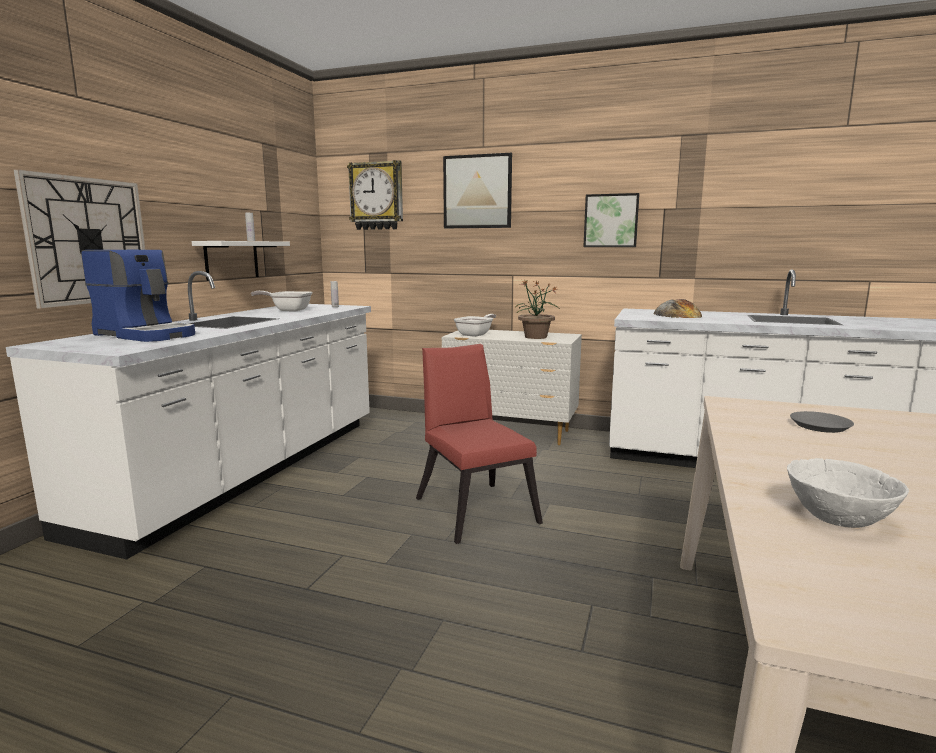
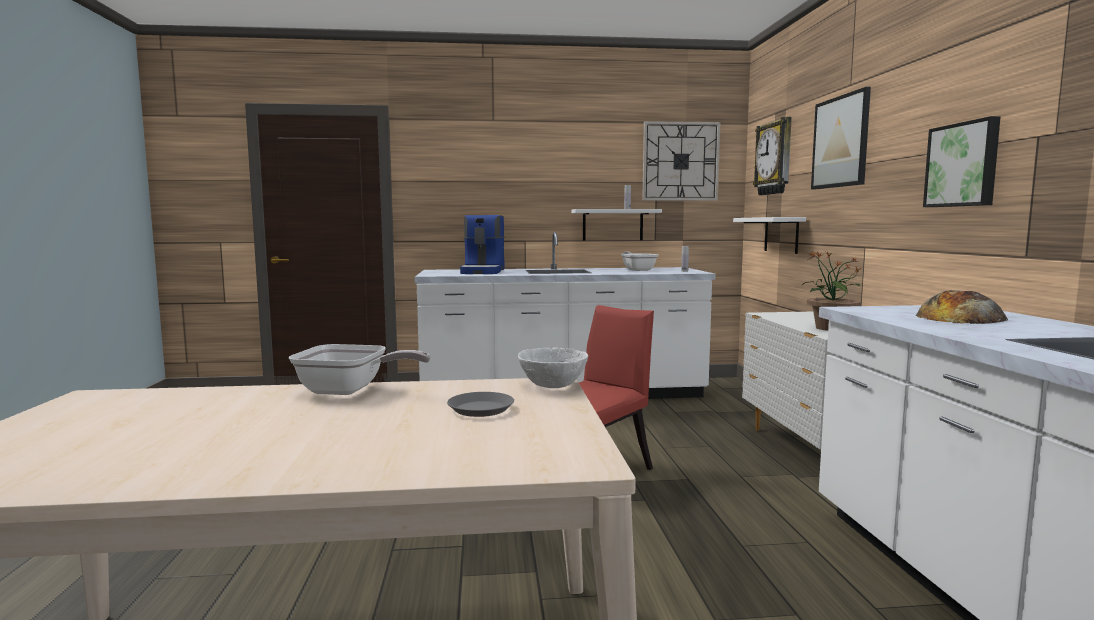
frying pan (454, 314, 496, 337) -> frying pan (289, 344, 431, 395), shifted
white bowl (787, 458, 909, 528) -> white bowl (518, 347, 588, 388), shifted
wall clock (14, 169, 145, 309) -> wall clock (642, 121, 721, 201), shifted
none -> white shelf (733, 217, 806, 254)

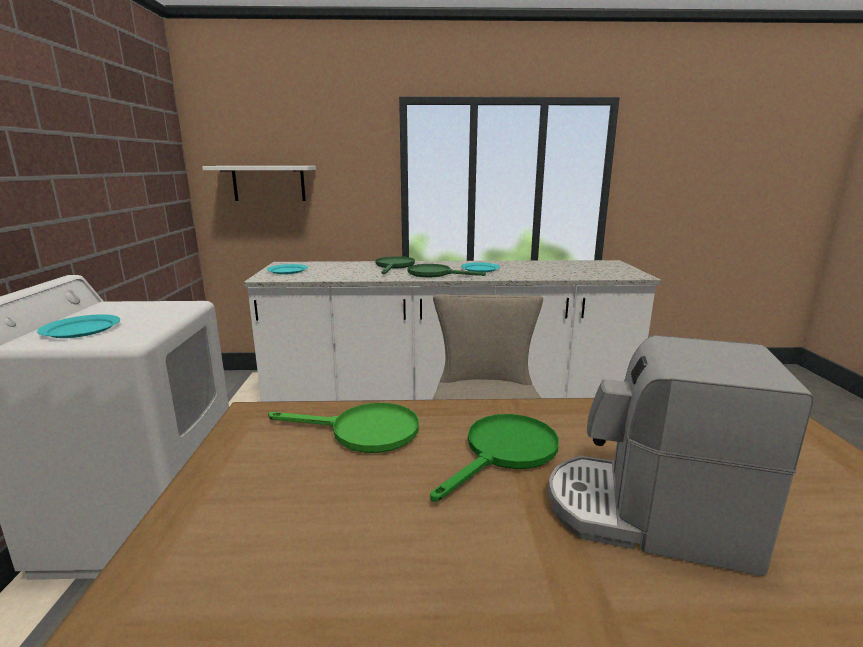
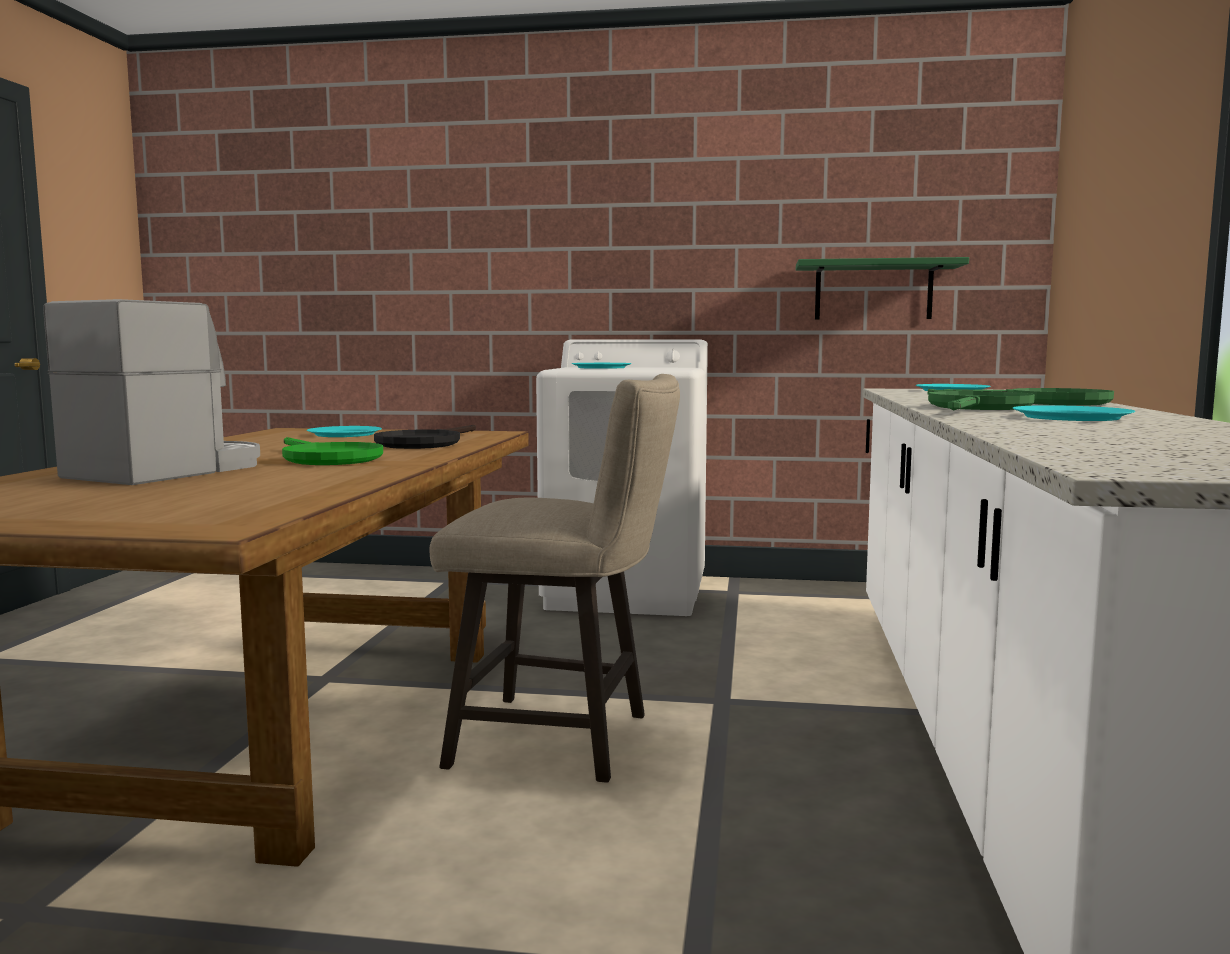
none -> turquoise plate (307, 426, 382, 437)
green frying pan (268, 403, 419, 453) -> black frying pan (374, 425, 476, 449)
none -> green shelf (796, 257, 969, 319)
white shelf (202, 166, 316, 201) -> none

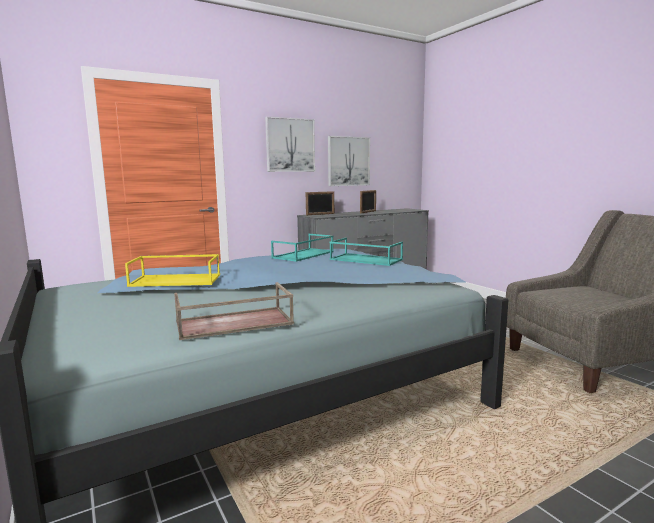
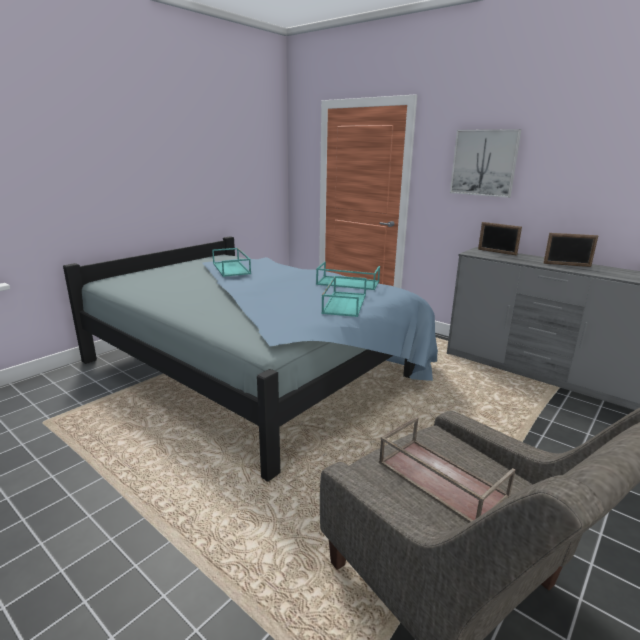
yellow tray (125, 254, 220, 287) -> turquoise tray (212, 248, 251, 277)
brown tray (174, 282, 294, 340) -> brown tray (379, 417, 515, 523), shifted
picture (328, 136, 370, 186) -> none

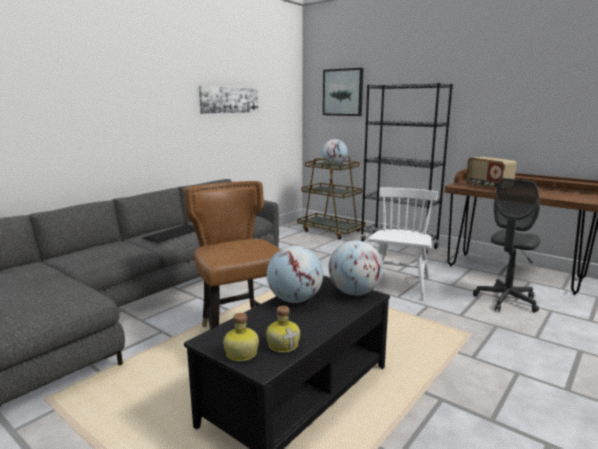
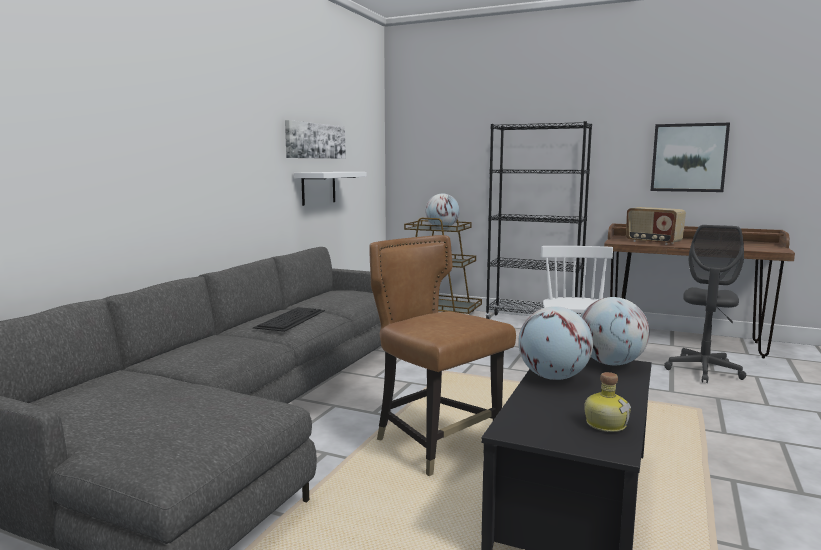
none -> white shelf (294, 172, 367, 206)
picture (323, 68, 363, 116) -> picture (651, 123, 730, 192), shifted
bottle (223, 313, 259, 361) -> none

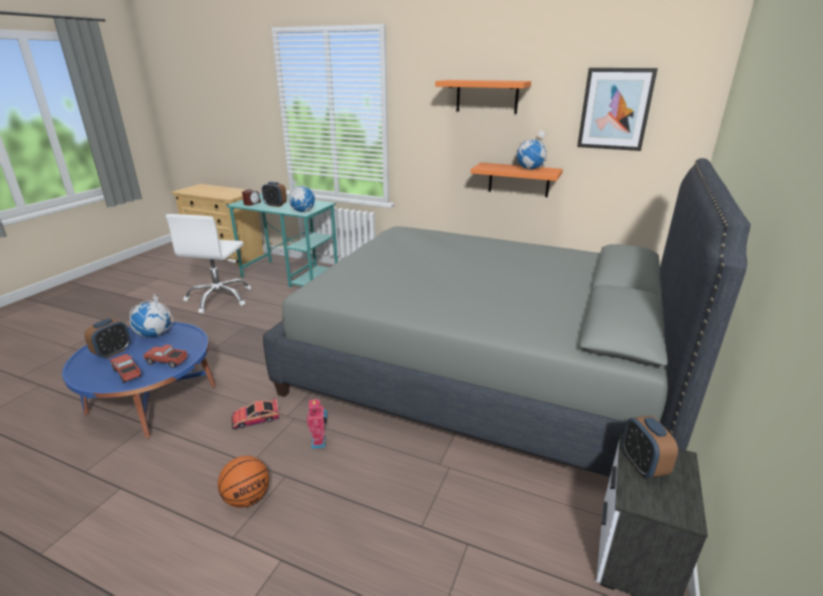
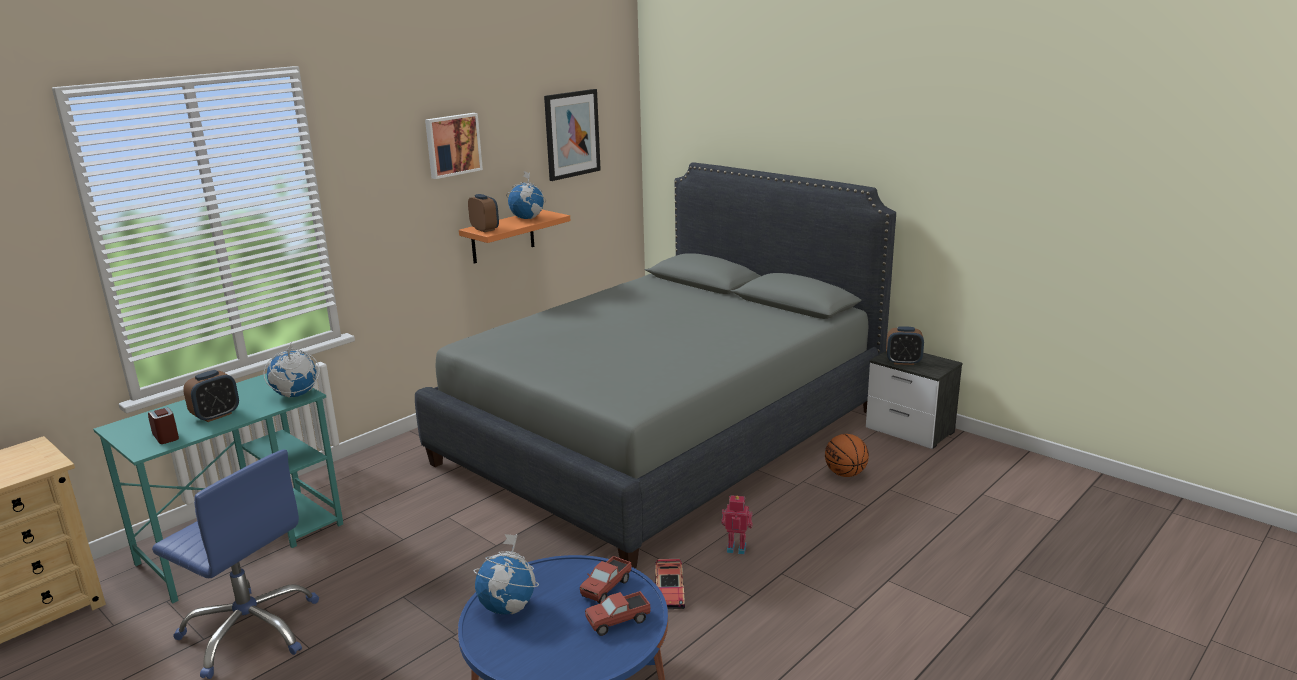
white office chair (166, 214, 251, 313) -> blue office chair (152, 450, 319, 679)
orange shelf (435, 80, 531, 114) -> picture (425, 113, 483, 179)
alarm clock (84, 318, 130, 359) -> alarm clock (468, 194, 499, 232), shifted
basketball (218, 456, 269, 508) -> basketball (825, 434, 869, 477), shifted

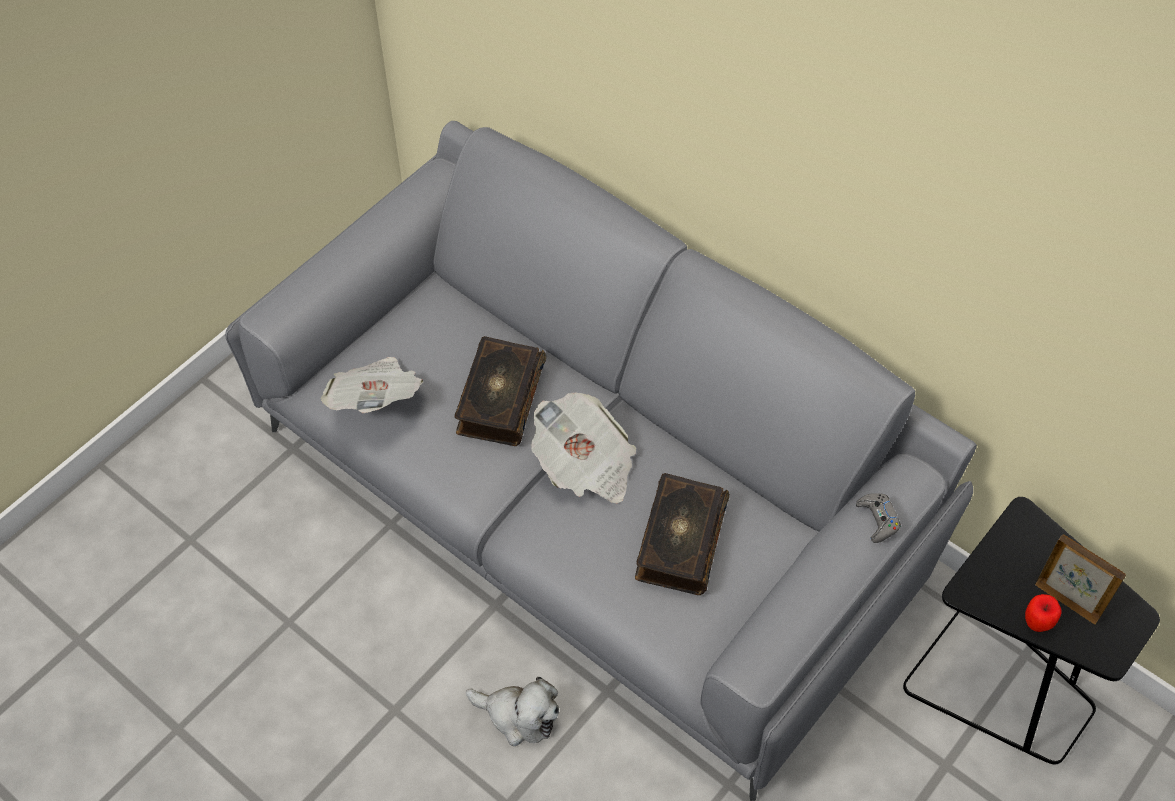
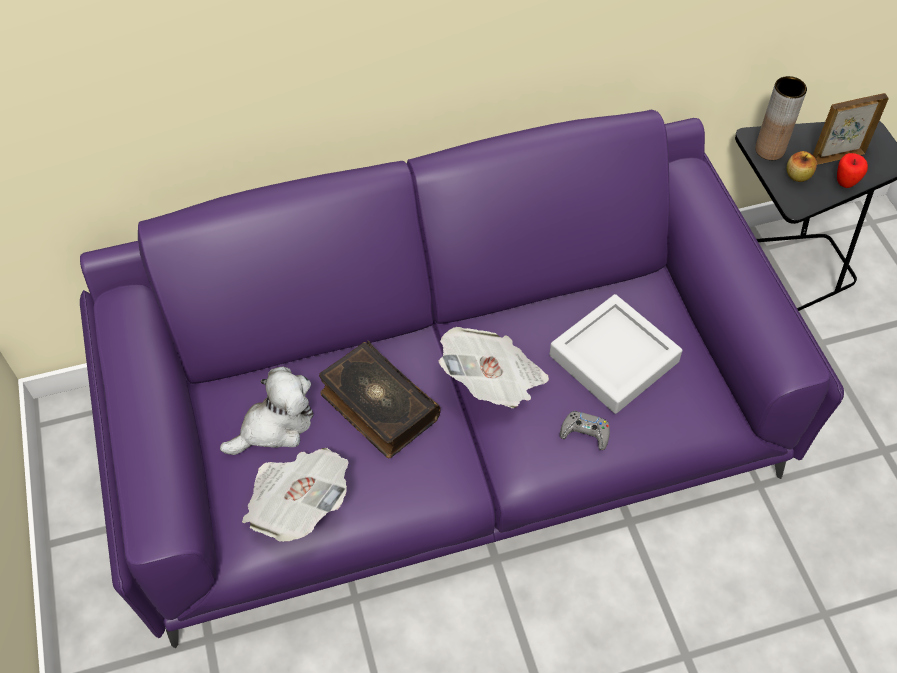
grey sofa (225, 121, 977, 801) -> purple sofa (80, 110, 844, 648)
plush toy (466, 677, 559, 746) -> plush toy (220, 367, 313, 455), shifted
book (635, 473, 730, 595) -> grey tray (549, 294, 683, 414)
grey game controller (856, 493, 901, 543) -> grey game controller (560, 411, 610, 450), shifted
none -> brown vase (755, 76, 807, 160)
none -> apple (787, 151, 817, 182)

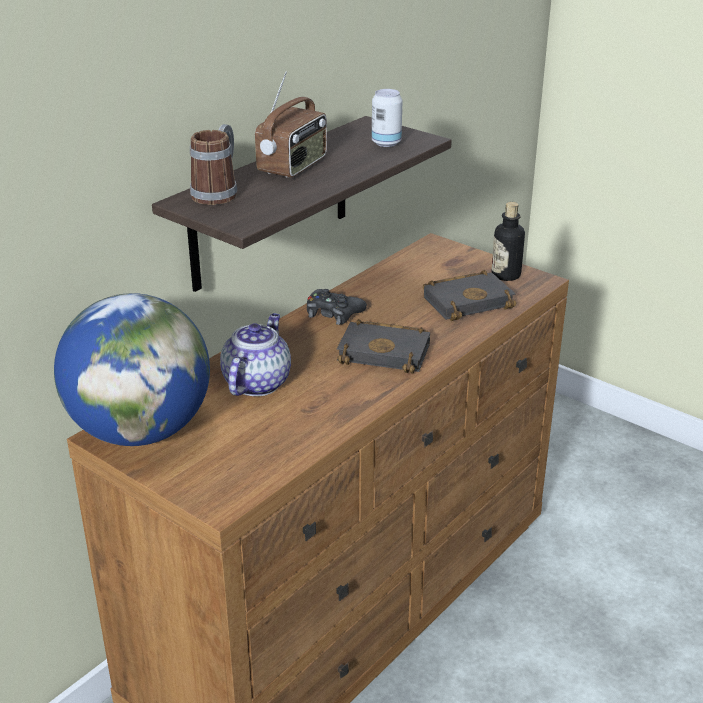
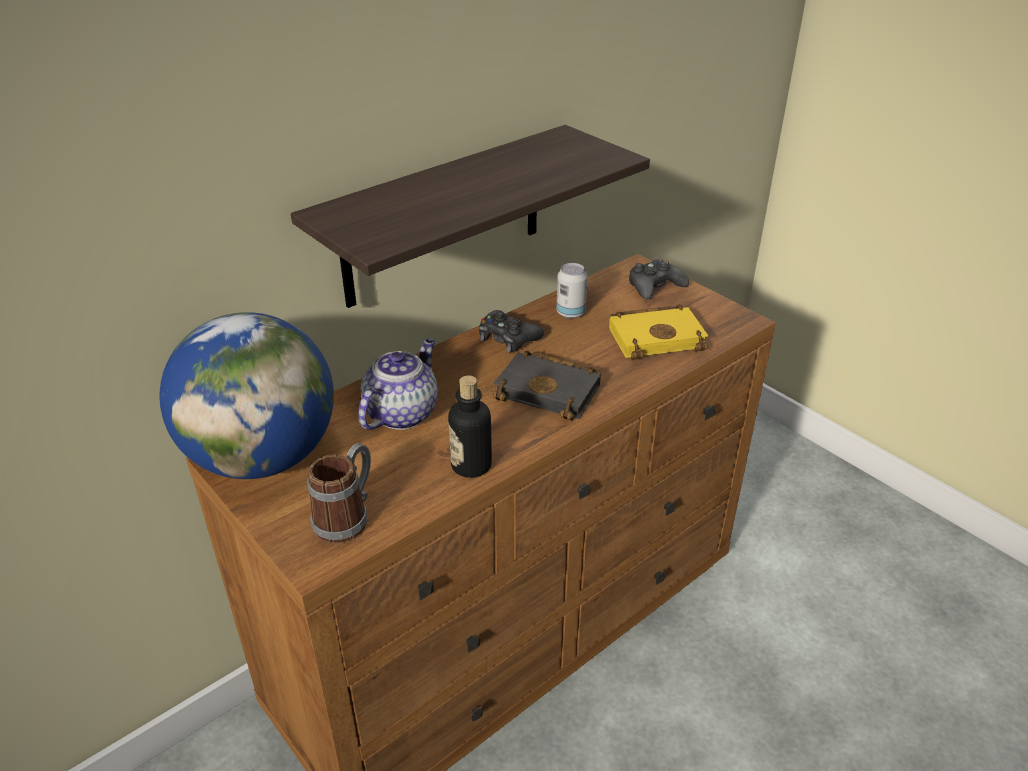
mug (190, 124, 237, 205) -> mug (307, 443, 371, 543), shifted
bottle (491, 202, 525, 281) -> bottle (448, 375, 492, 478), shifted
can (372, 89, 402, 147) -> can (557, 263, 588, 319), shifted
black book (423, 270, 516, 321) -> yellow book (609, 304, 708, 360)
none -> black game controller (629, 259, 689, 300)
radio (255, 71, 327, 178) -> none

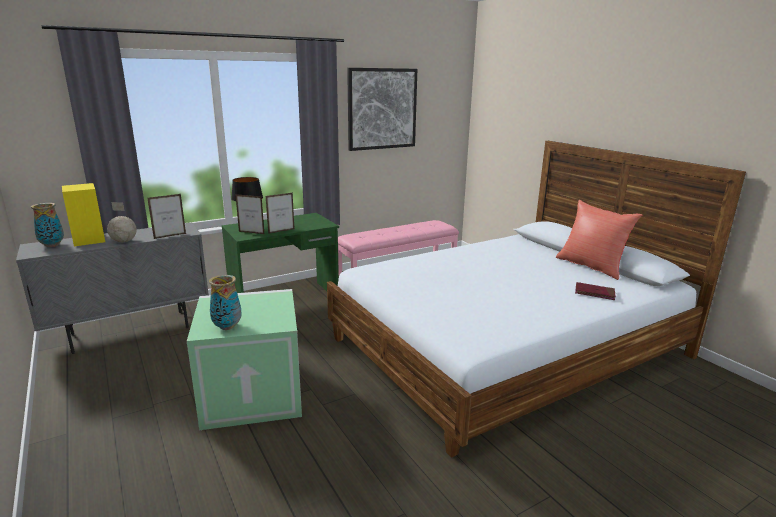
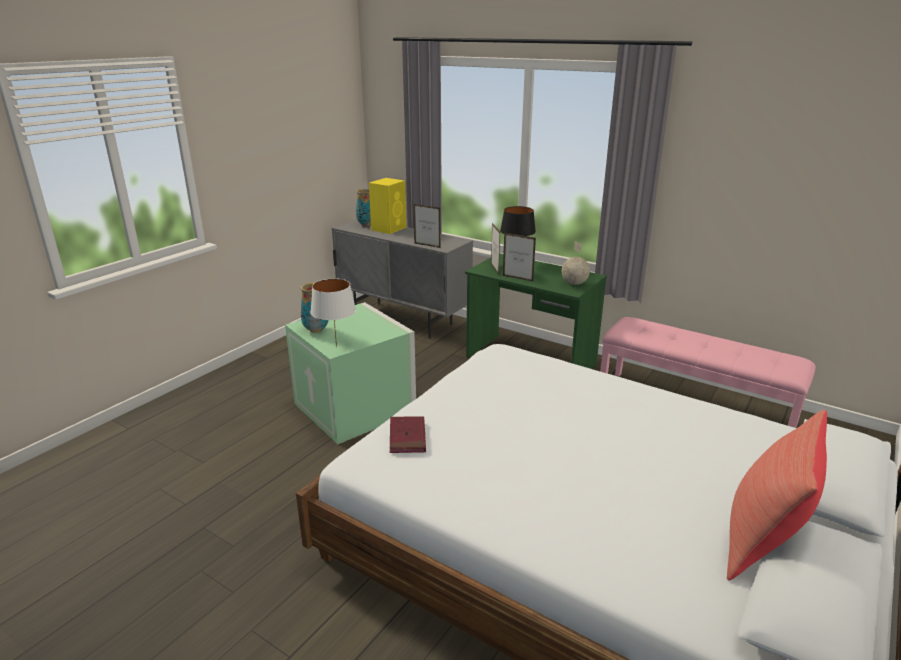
none -> white table lamp (310, 278, 356, 347)
red book (575, 282, 616, 300) -> red book (390, 416, 426, 453), shifted
globe (107, 202, 137, 242) -> globe (562, 241, 590, 285), shifted
picture (347, 68, 417, 151) -> none

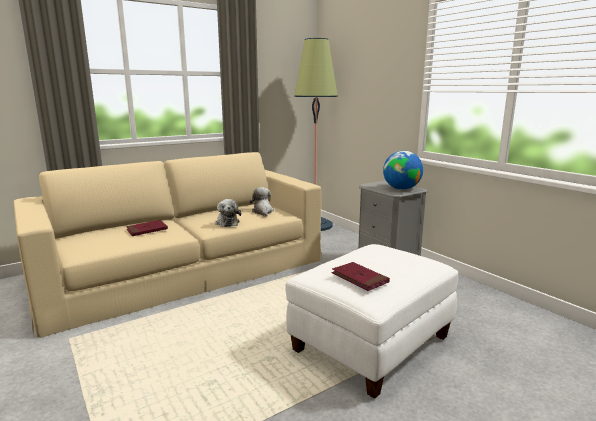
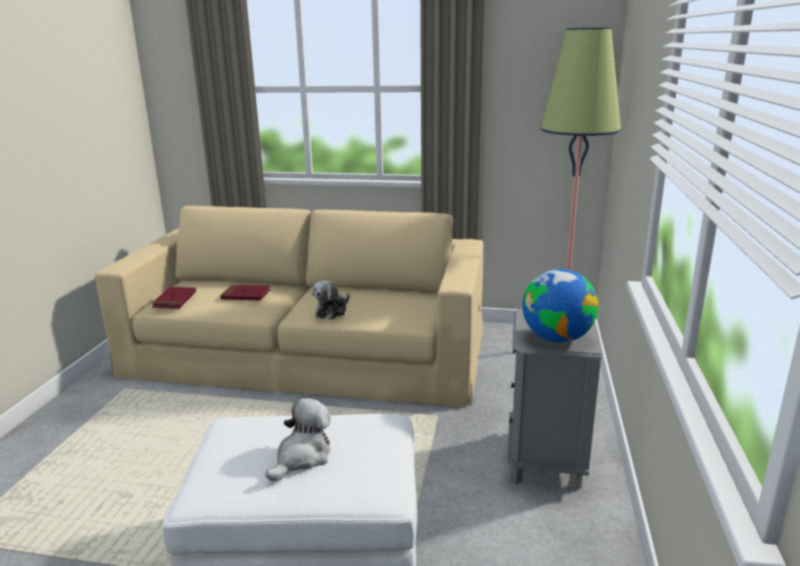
red book (331, 262, 390, 291) -> red book (152, 287, 196, 309), shifted
plush toy (250, 187, 274, 217) -> plush toy (266, 398, 331, 481), shifted

